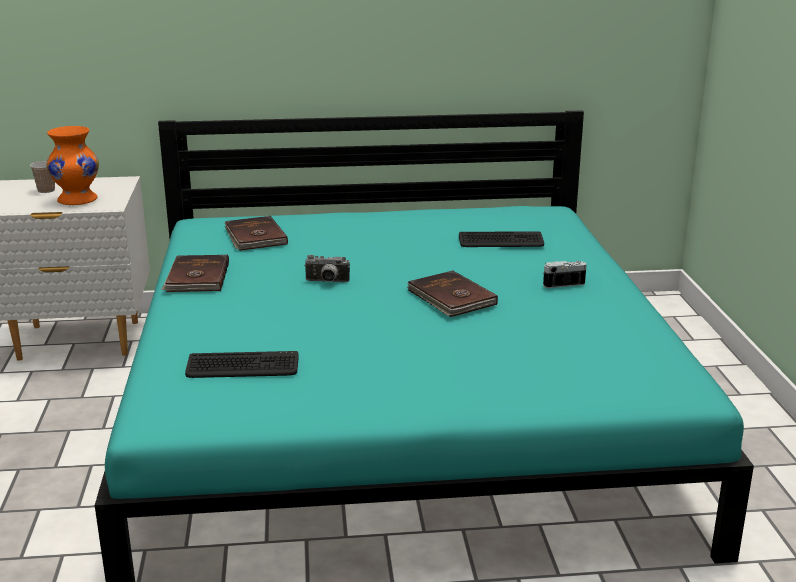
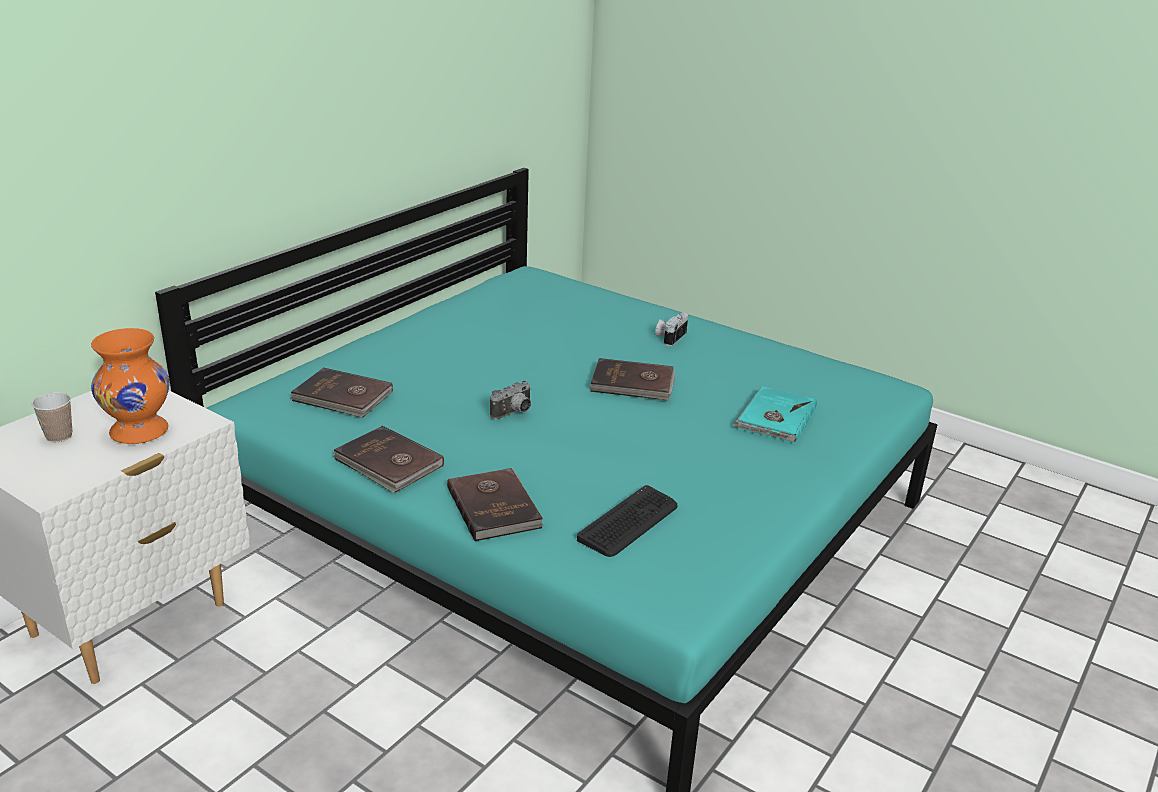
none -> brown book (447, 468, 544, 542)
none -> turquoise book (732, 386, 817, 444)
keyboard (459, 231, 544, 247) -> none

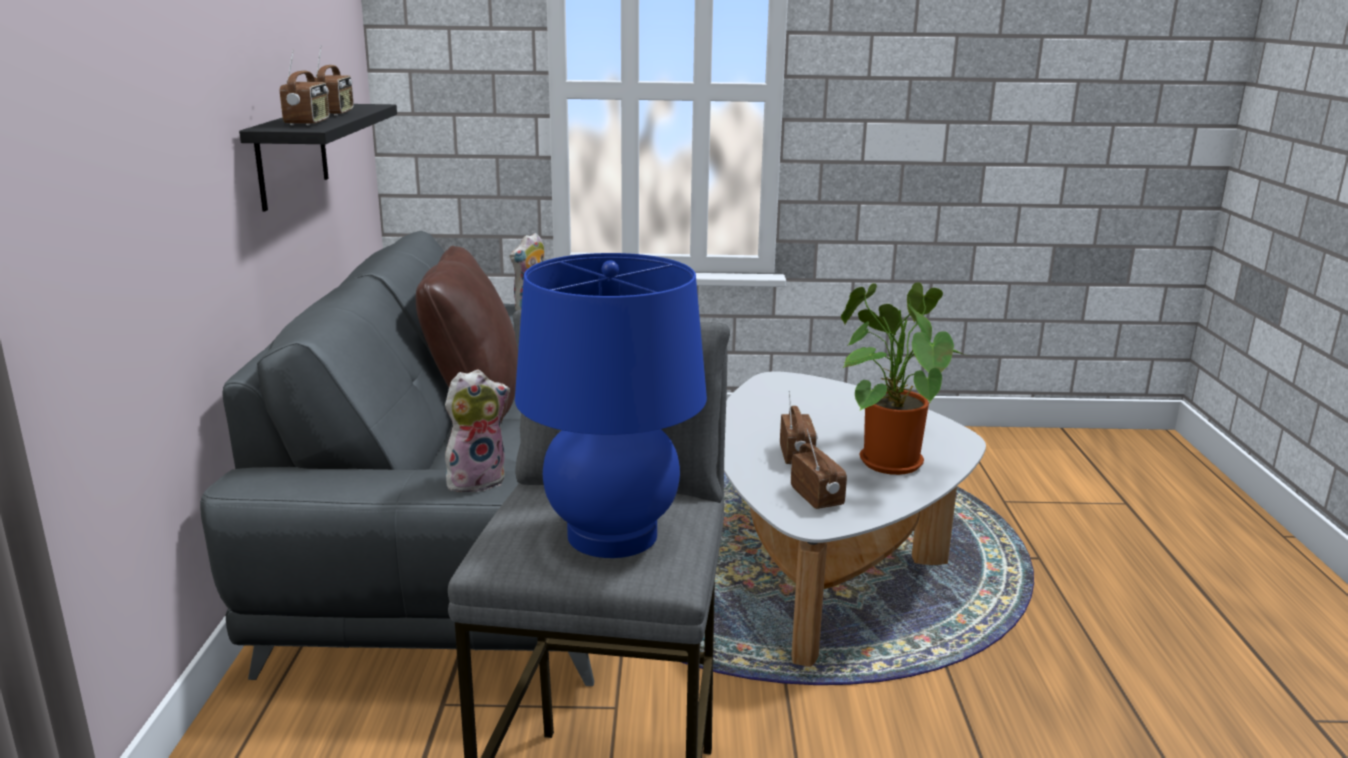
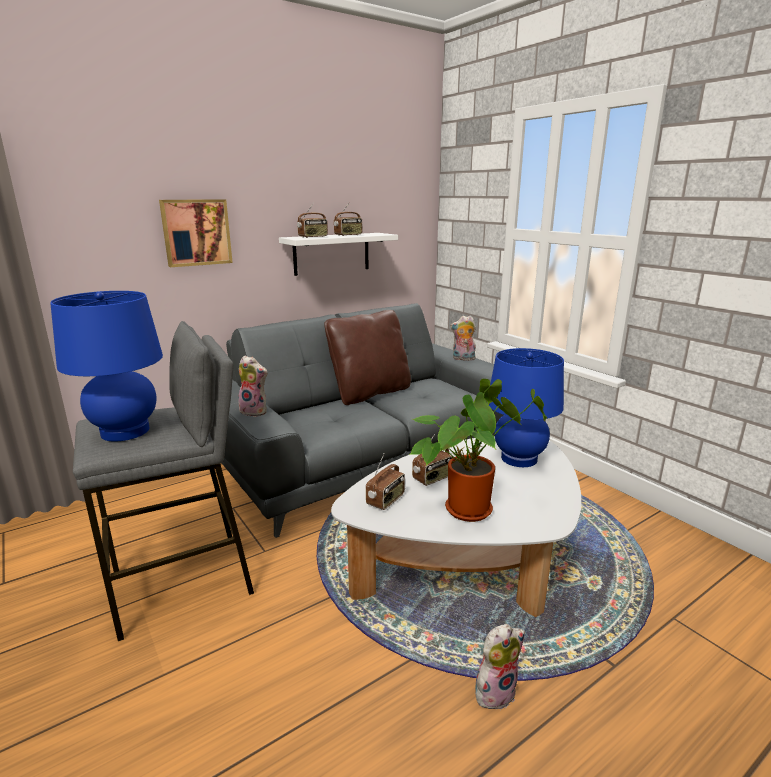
none -> picture (159, 199, 233, 267)
black shelf (239, 104, 397, 211) -> white shelf (279, 233, 398, 276)
none -> plush toy (475, 624, 525, 713)
none -> blue table lamp (489, 348, 564, 467)

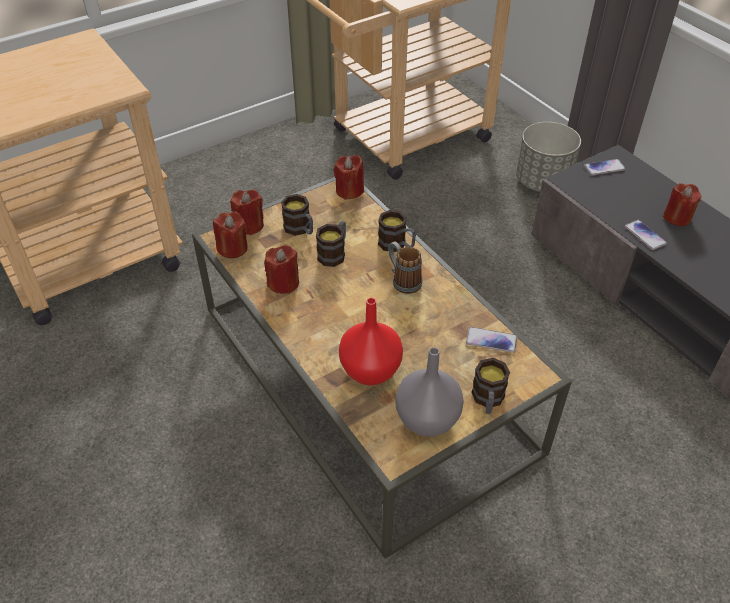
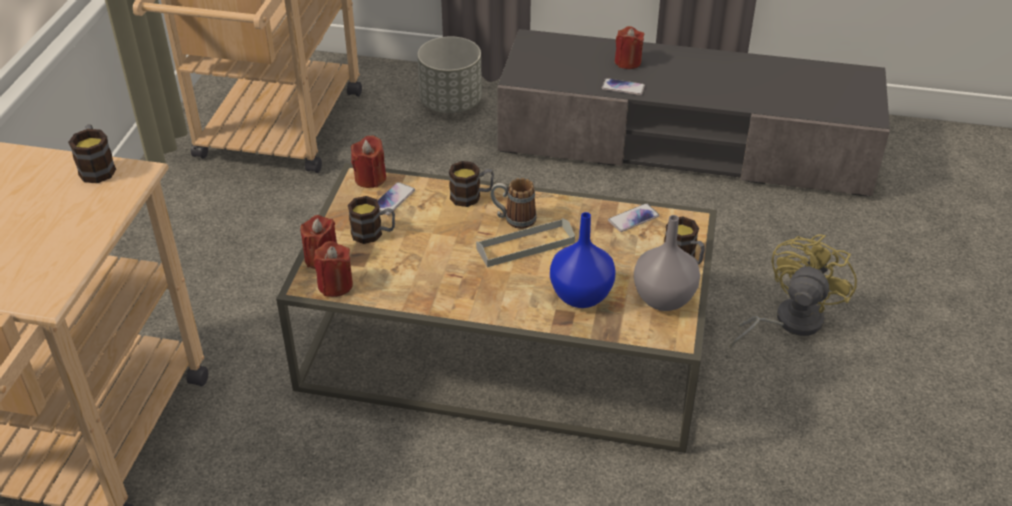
mug (316, 221, 346, 267) -> mug (68, 124, 116, 183), shifted
phone (584, 159, 625, 175) -> phone (377, 182, 415, 215), shifted
none -> grey tray (476, 218, 575, 267)
red vase (339, 298, 403, 385) -> blue vase (550, 212, 615, 308)
none -> yellow fan (730, 234, 857, 349)
red candle (264, 245, 299, 294) -> none

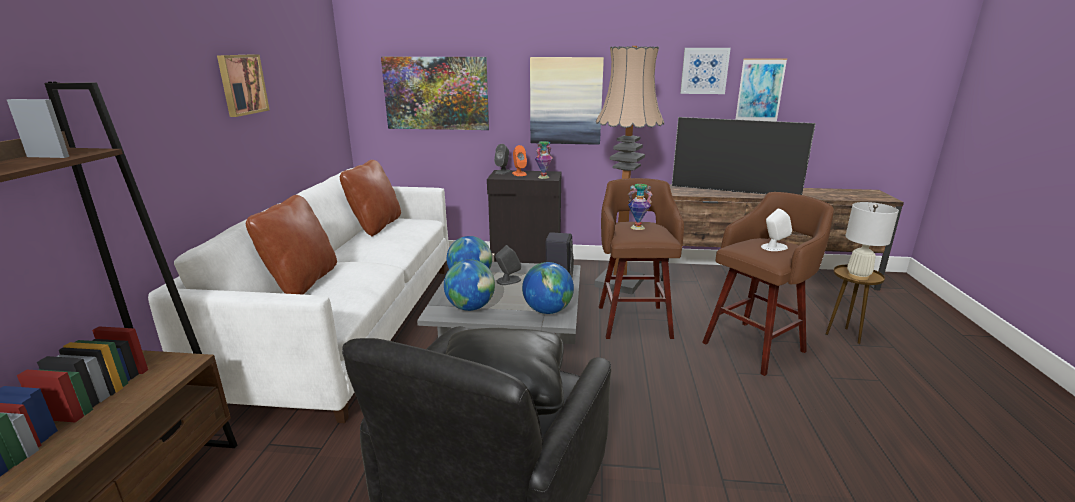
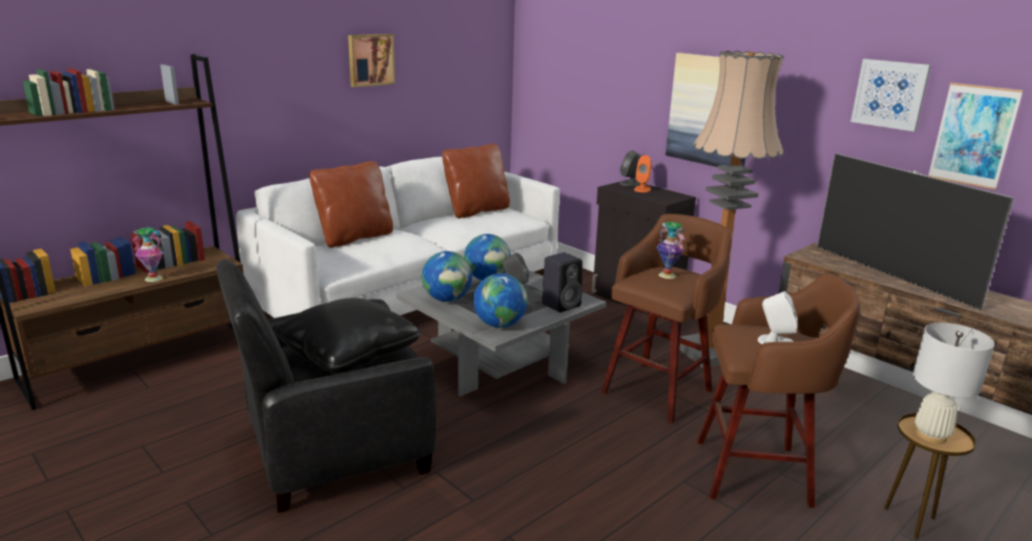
vase (535, 141, 553, 179) -> vase (133, 228, 164, 282), shifted
picture (381, 57, 489, 130) -> none

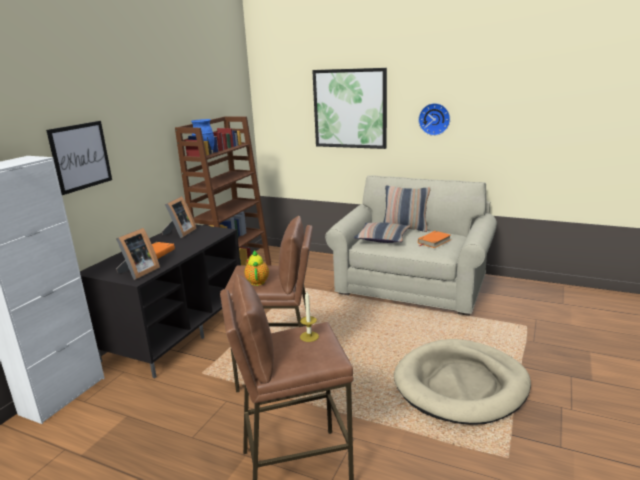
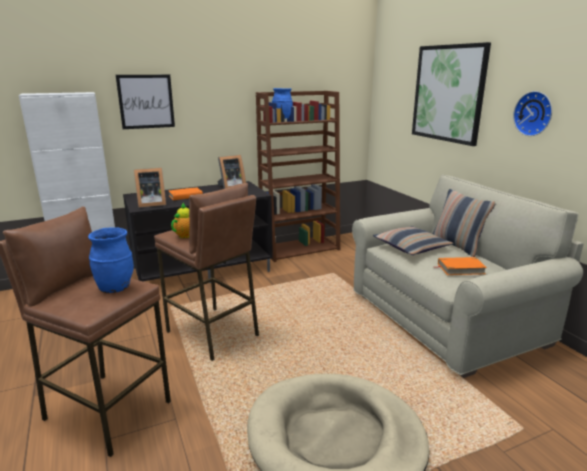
candle (300, 291, 319, 342) -> blue vase (88, 228, 134, 293)

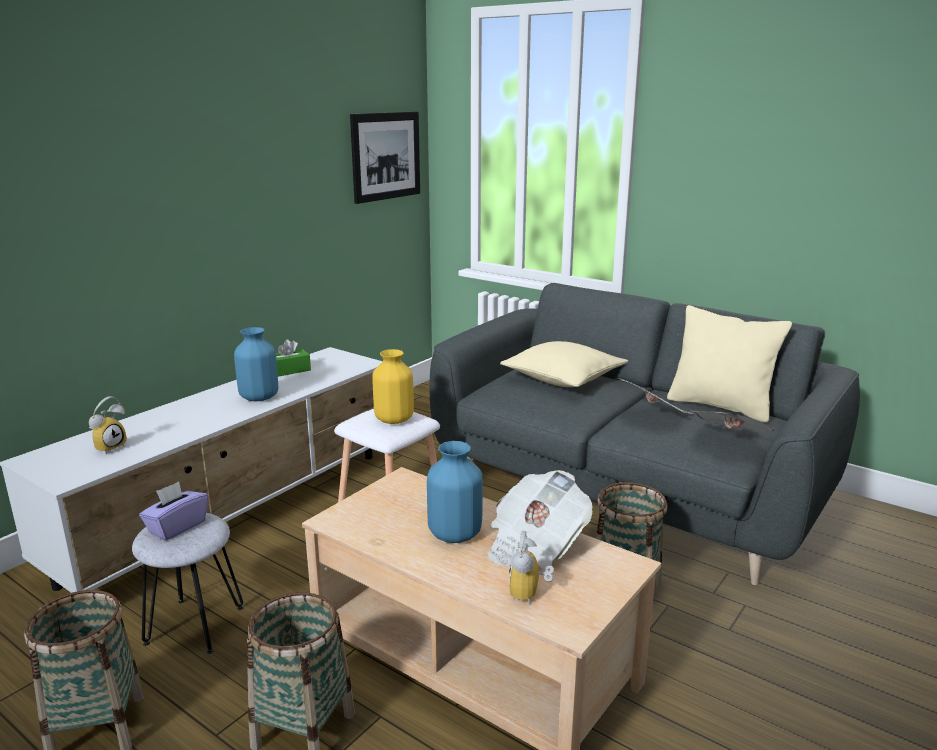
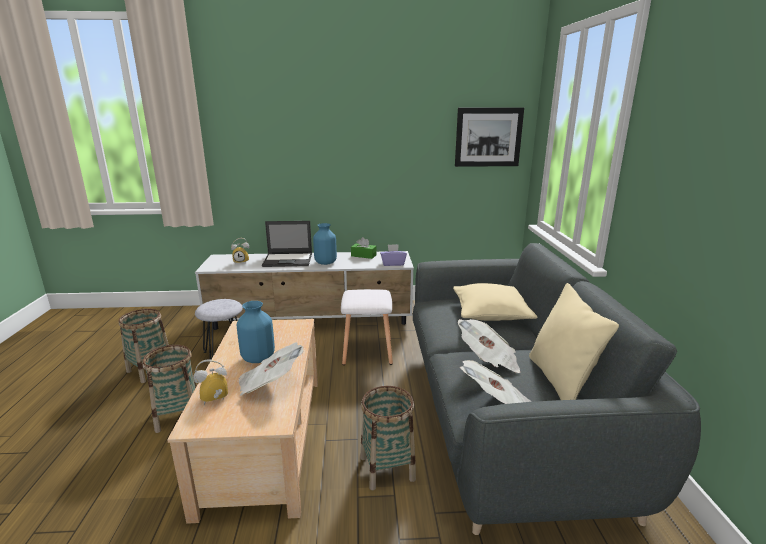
none -> laptop (262, 221, 312, 267)
purple tissue box (139, 481, 208, 541) -> purple tissue box (380, 244, 407, 266), shifted
yellow vase (372, 349, 414, 424) -> none

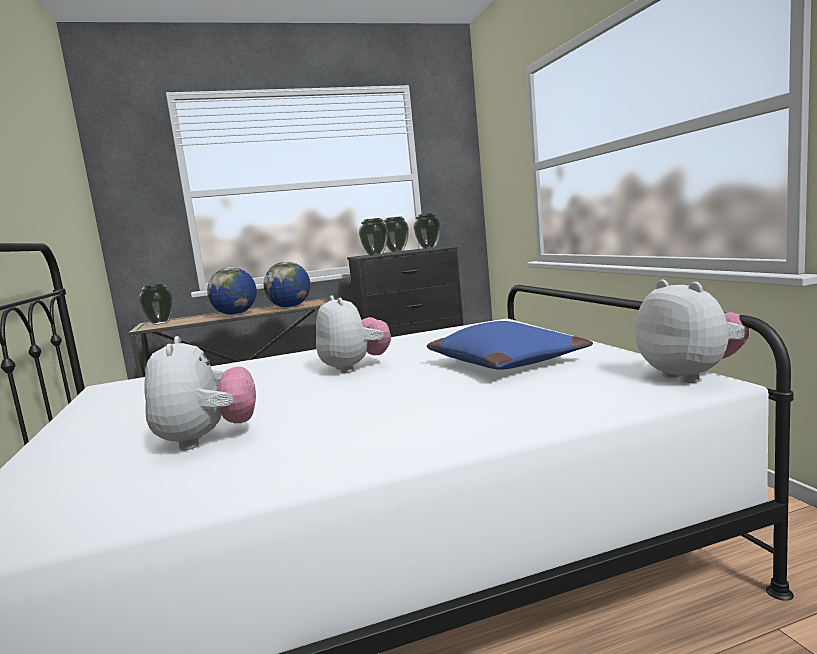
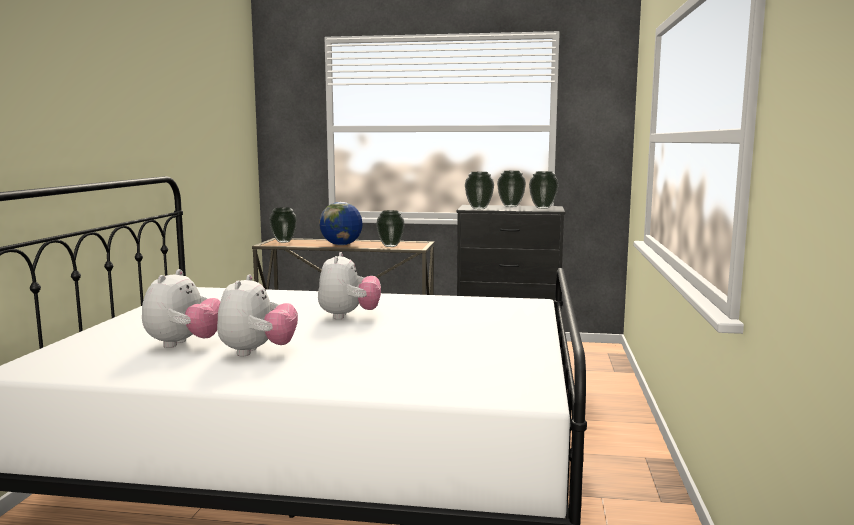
plush toy (635, 280, 750, 383) -> plush toy (217, 274, 298, 356), shifted
globe (264, 262, 310, 308) -> vase (376, 210, 405, 247)
blue pillow (427, 321, 593, 370) -> none

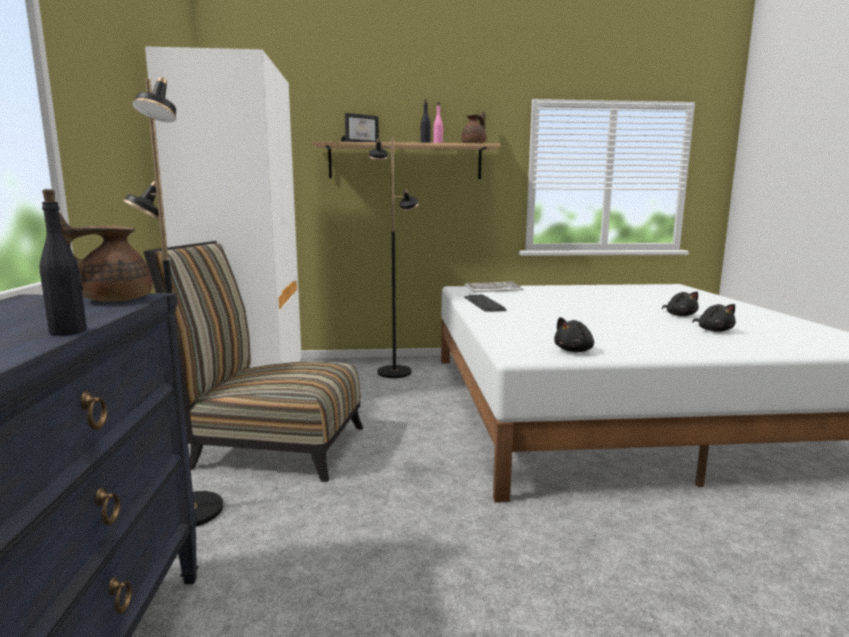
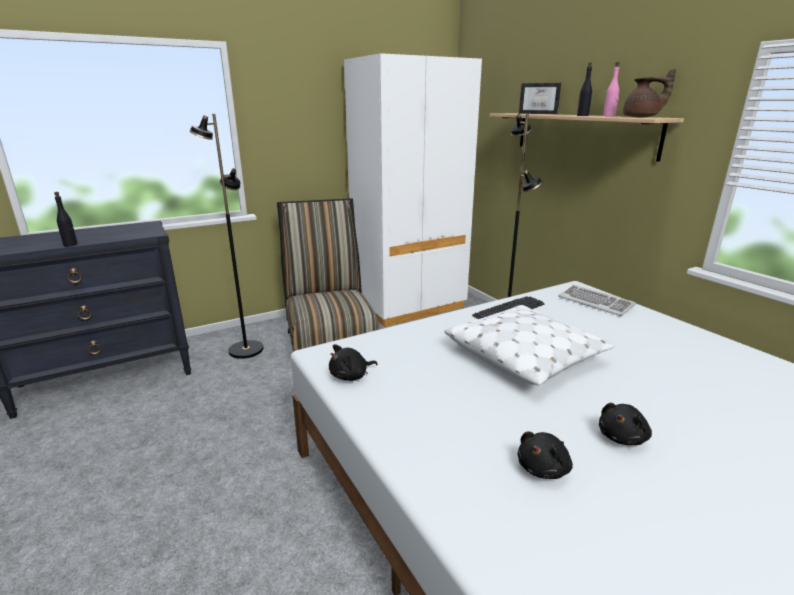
black plush toy (554, 317, 594, 352) -> black plush toy (329, 344, 378, 381), 60 degrees counterclockwise
none -> white pillow (444, 305, 614, 385)
brown teapot (59, 213, 153, 302) -> none

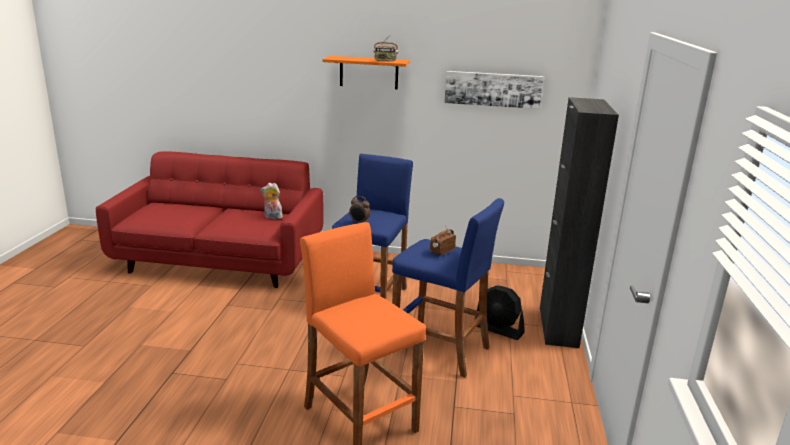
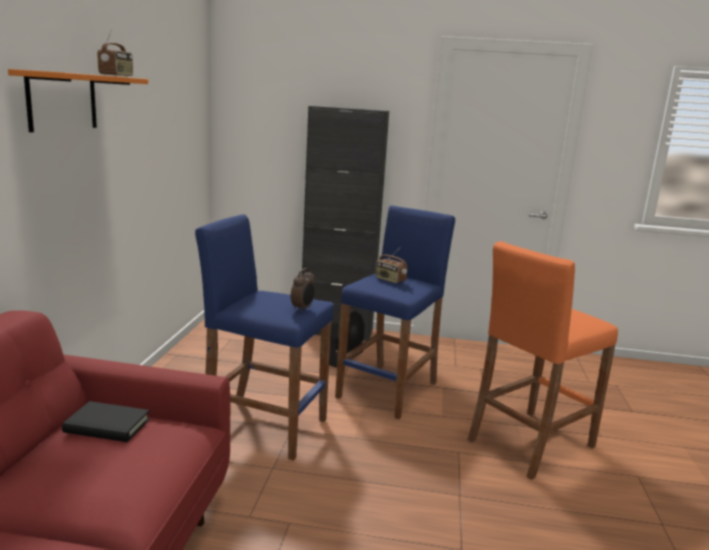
plush toy (261, 183, 283, 219) -> black book (62, 401, 150, 442)
picture (444, 71, 543, 109) -> none

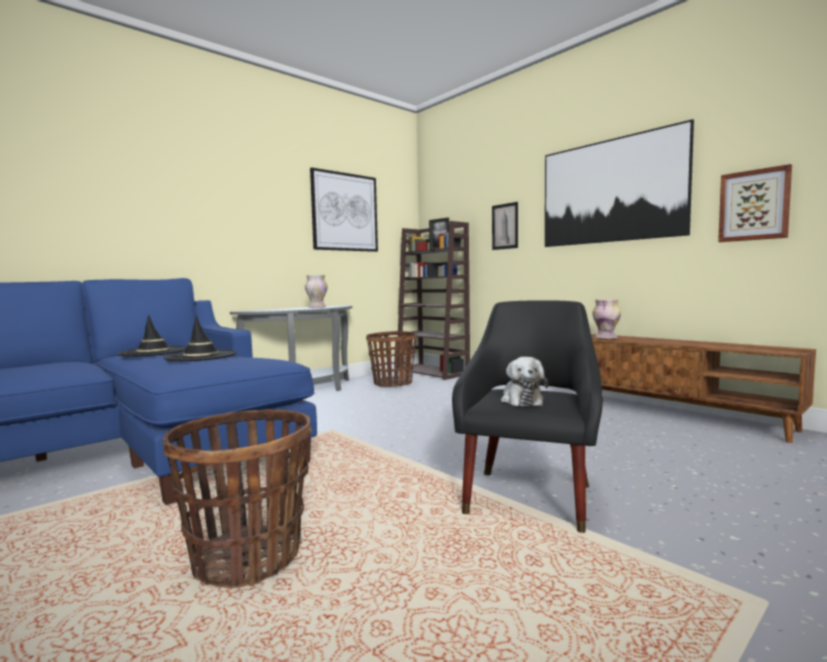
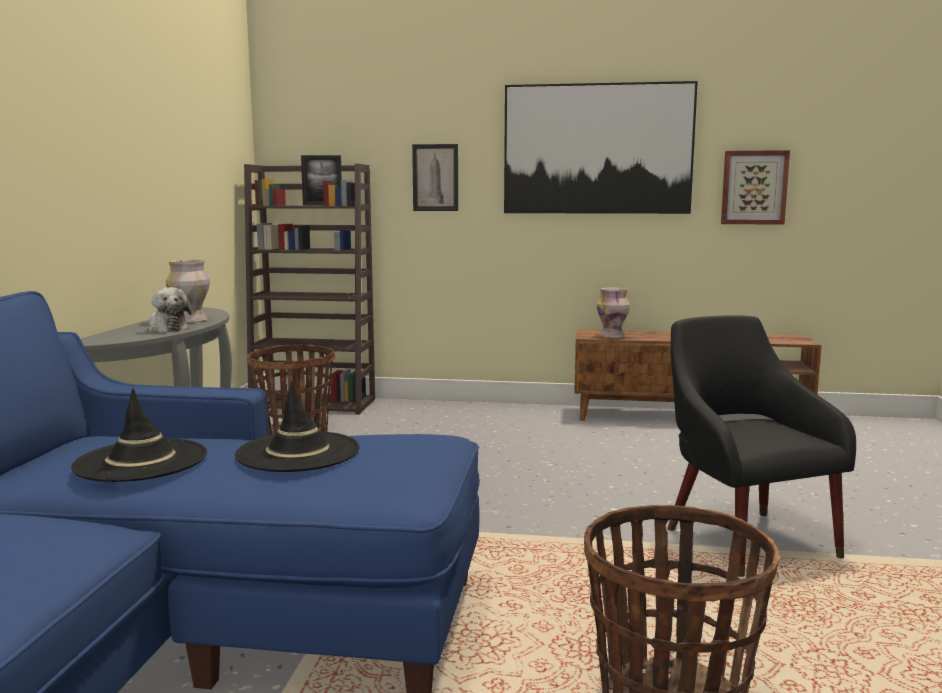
plush toy (501, 357, 548, 407) -> plush toy (148, 287, 191, 332), shifted
picture (310, 167, 378, 252) -> none

